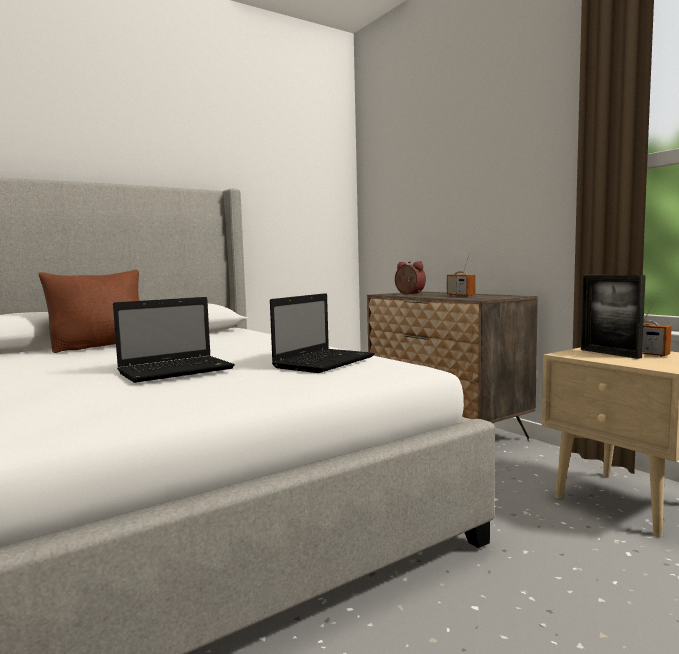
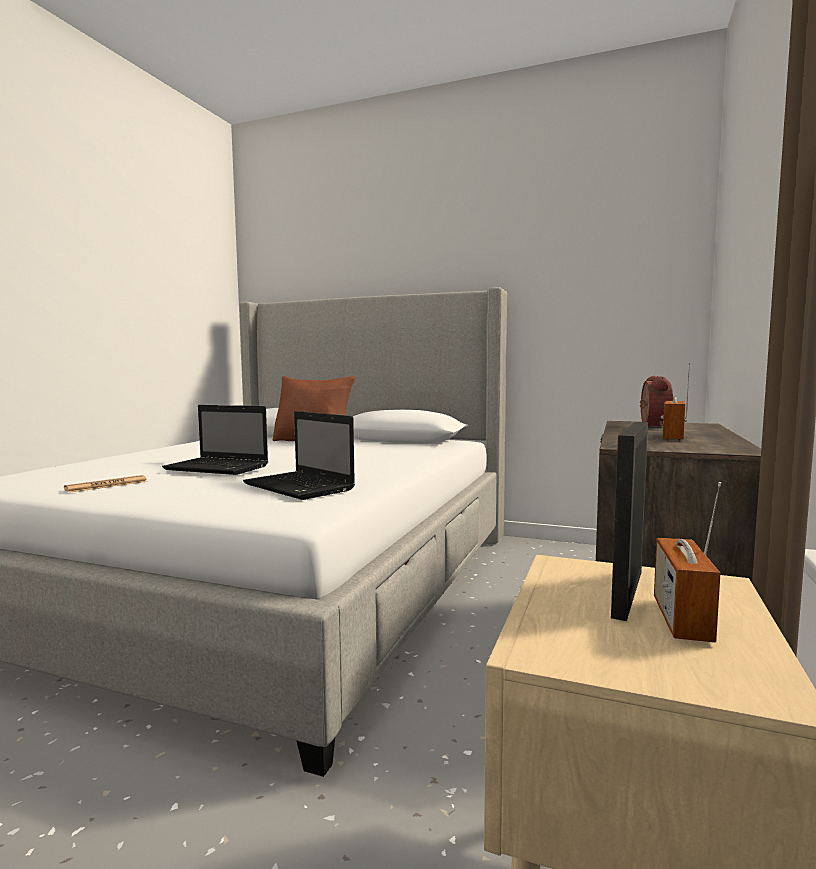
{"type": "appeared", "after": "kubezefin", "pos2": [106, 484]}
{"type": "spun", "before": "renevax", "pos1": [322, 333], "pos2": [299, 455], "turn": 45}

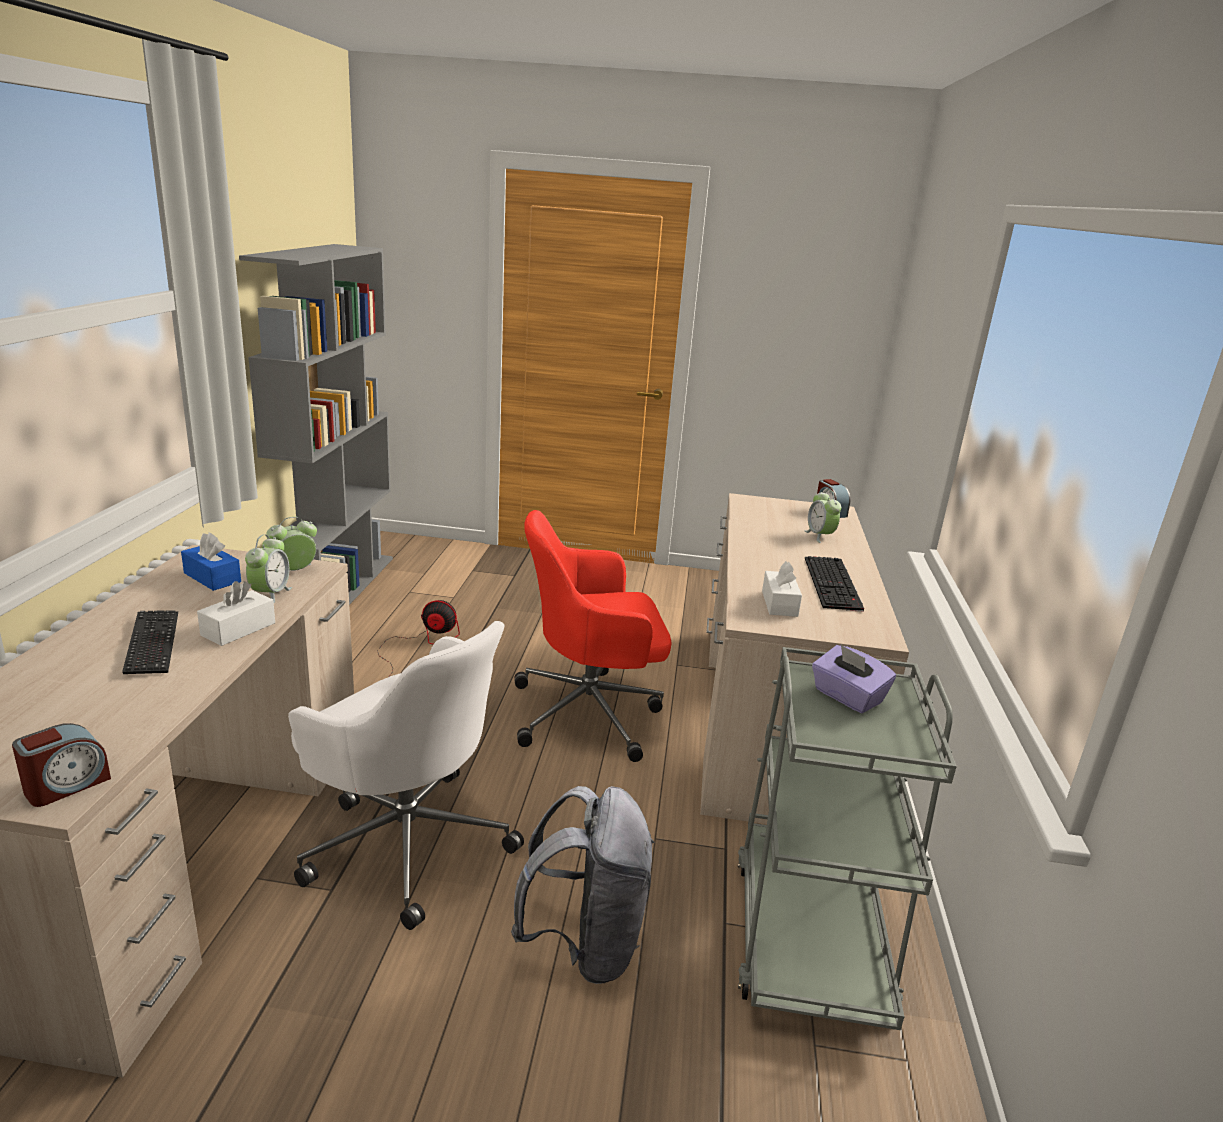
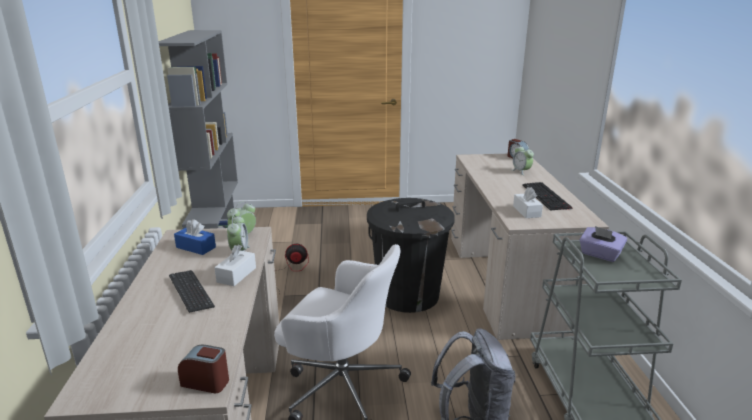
{"type": "spun", "before": "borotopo", "pos1": [61, 765], "pos2": [203, 368], "turn": -105}
{"type": "exchanged", "before": "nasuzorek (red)", "after": "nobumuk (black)", "pos1": [593, 636], "pos2": [411, 255]}

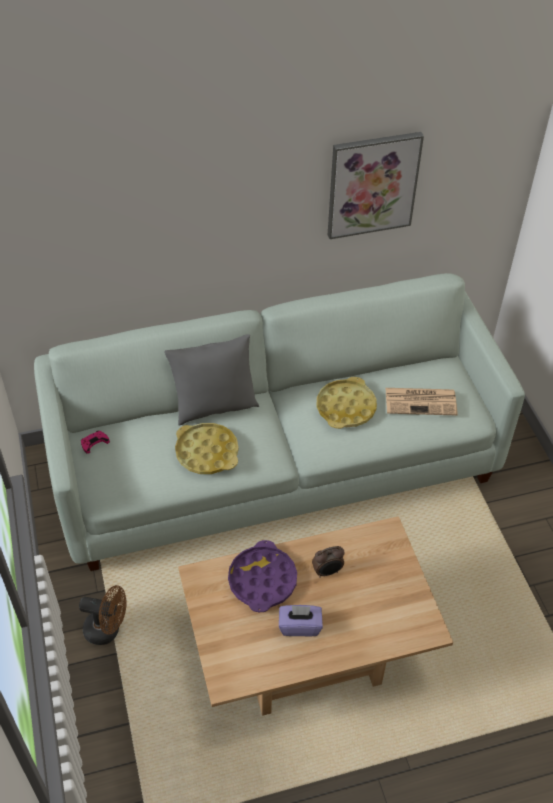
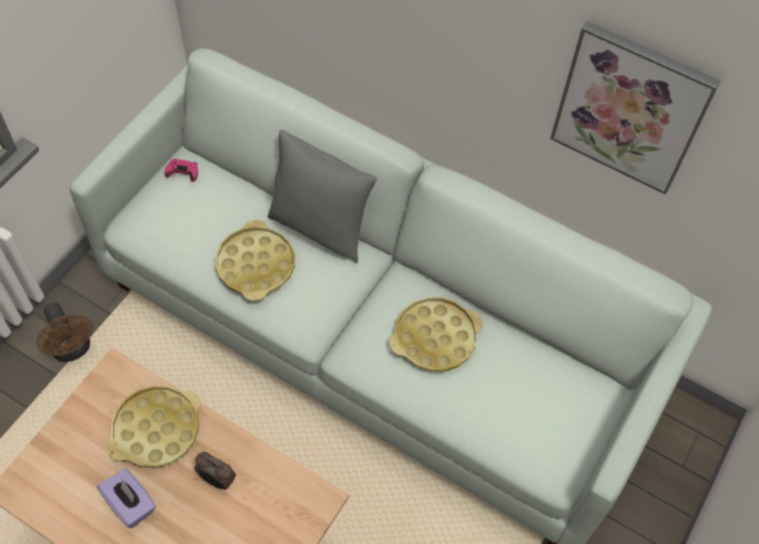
{"type": "colour", "before": "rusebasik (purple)", "after": "rusebasik (yellow)", "pos1": [262, 576], "pos2": [154, 426]}
{"type": "missing", "before": "kubezefin", "pos1": [421, 401]}

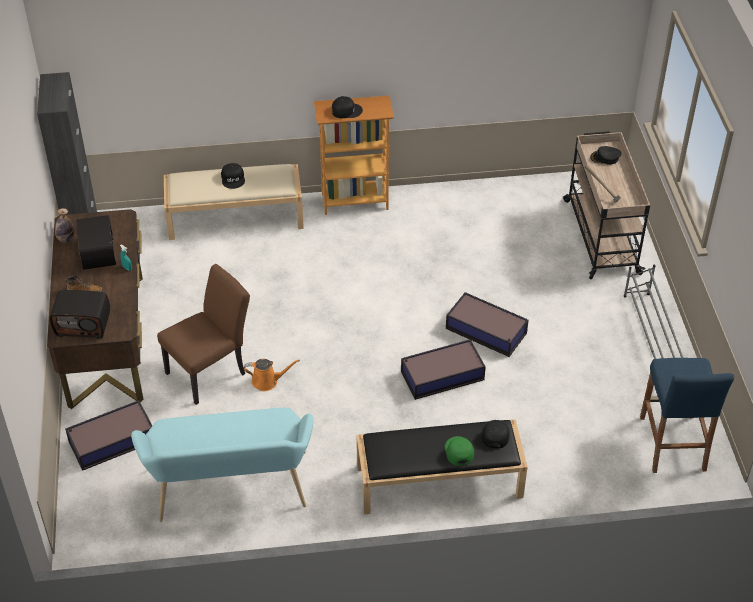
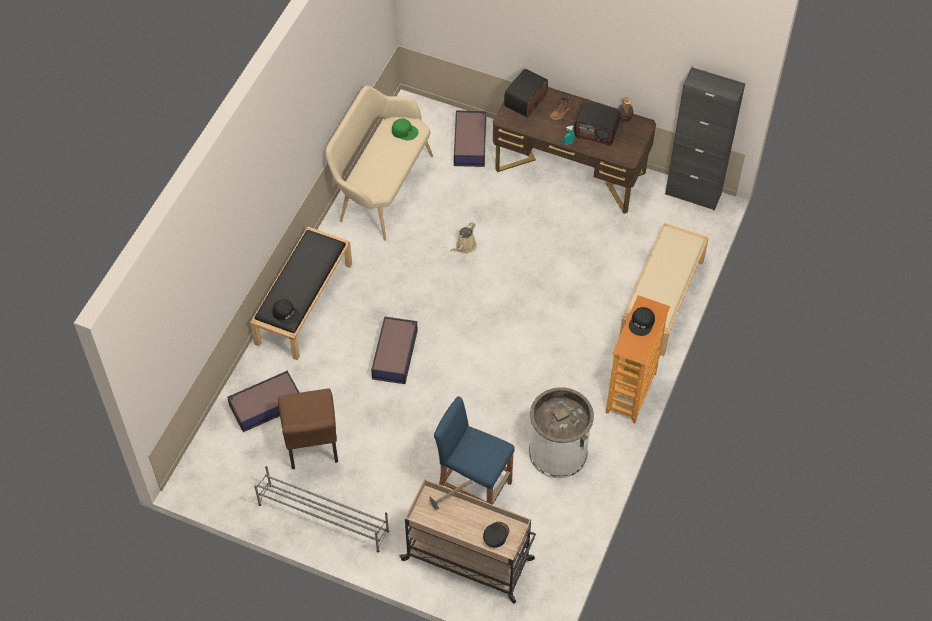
{"type": "relocated", "before": "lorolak", "pos1": [487, 324], "pos2": [263, 401]}
{"type": "relocated", "before": "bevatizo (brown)", "pos1": [203, 334], "pos2": [308, 428]}
{"type": "colour", "before": "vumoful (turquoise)", "after": "vumoful (beige)", "pos1": [222, 465], "pos2": [379, 163]}
{"type": "relocated", "before": "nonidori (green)", "pos1": [459, 450], "pos2": [405, 129]}
{"type": "relocated", "before": "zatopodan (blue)", "pos1": [687, 415], "pos2": [474, 450]}
{"type": "colour", "before": "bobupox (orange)", "after": "bobupox (beige)", "pos1": [272, 375], "pos2": [463, 238]}
{"type": "appeared", "after": "nobumuk (white)", "pos2": [561, 432]}
{"type": "missing", "before": "nonidori (black)", "pos1": [233, 176]}

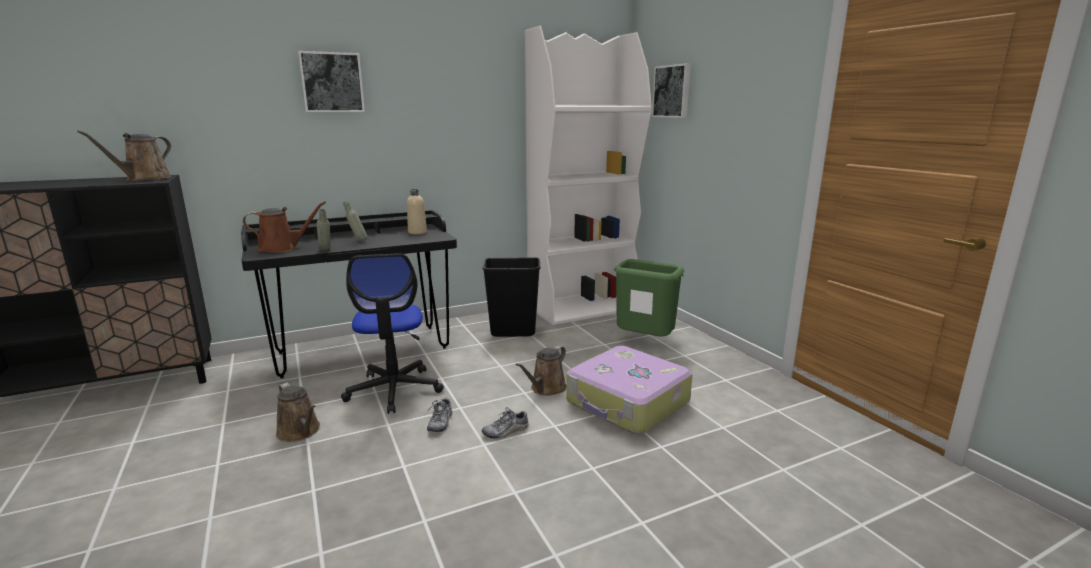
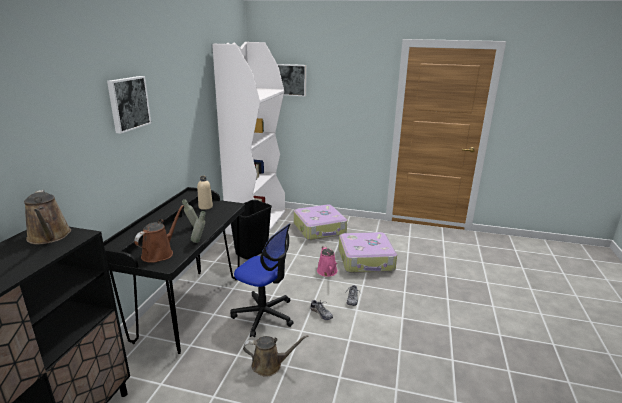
{"type": "exchanged", "before": "nobumuk (green)", "after": "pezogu", "pos1": [649, 297], "pos2": [320, 222]}
{"type": "colour", "before": "bobupox (brown)", "after": "bobupox (pink)", "pos1": [541, 371], "pos2": [327, 261]}

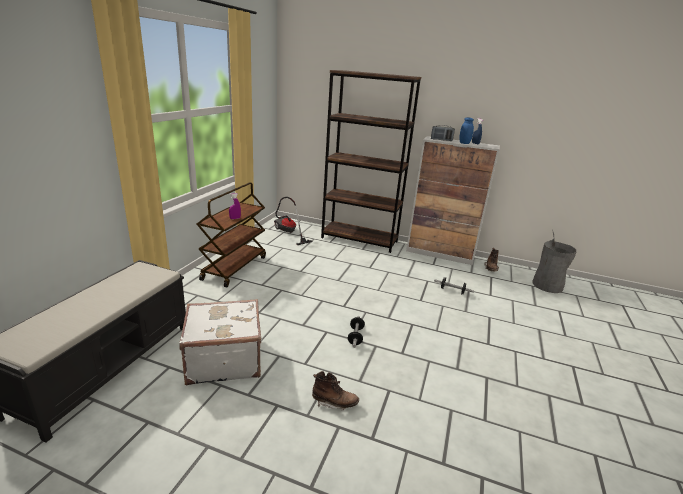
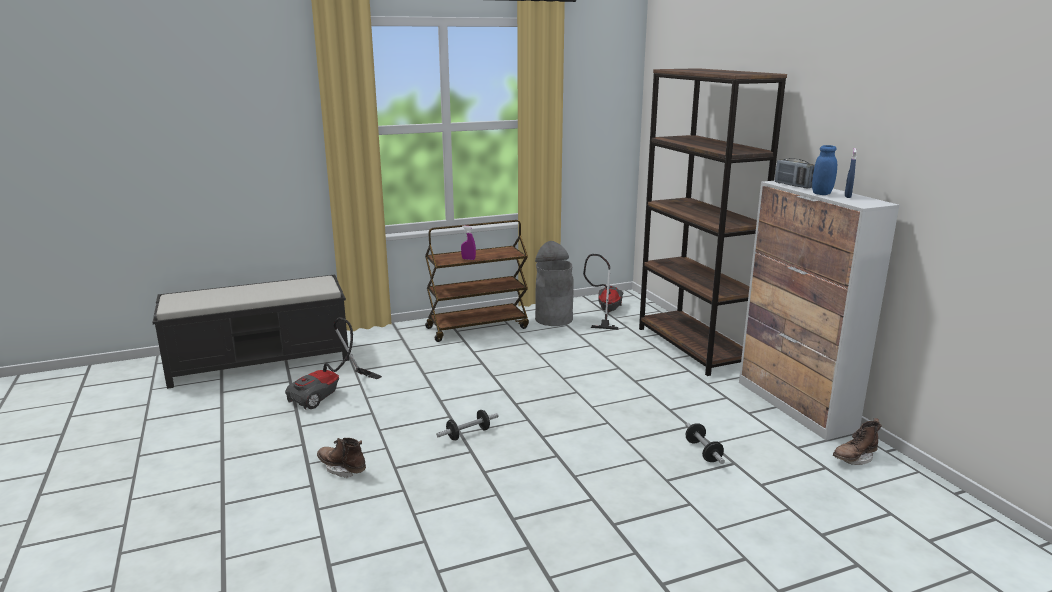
{"type": "exchanged", "before": "pezogu (white)", "after": "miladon", "pos1": [220, 342], "pos2": [333, 363]}
{"type": "spun", "before": "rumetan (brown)", "pos1": [335, 390], "pos2": [341, 458], "turn": 150}
{"type": "relocated", "before": "nobumuk (grey)", "pos1": [554, 261], "pos2": [554, 283]}

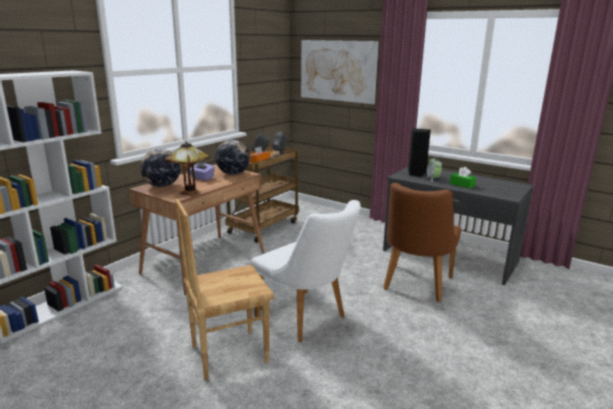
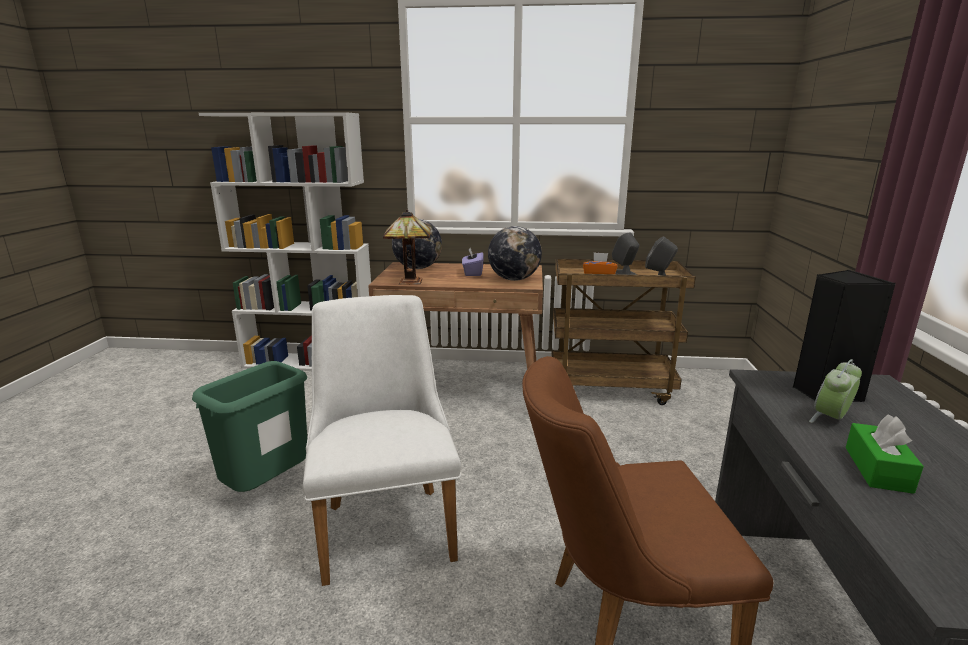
{"type": "exchanged", "before": "bevatizo (brown)", "after": "nobumuk (green)", "pos1": [225, 289], "pos2": [249, 426]}
{"type": "spun", "before": "bevatizo (white)", "pos1": [305, 271], "pos2": [382, 440], "turn": 150}
{"type": "missing", "before": "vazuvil", "pos1": [340, 72]}

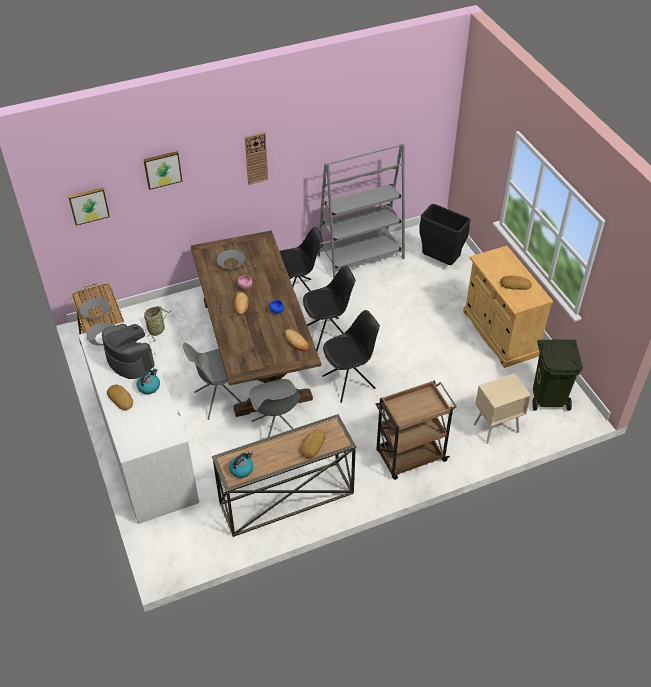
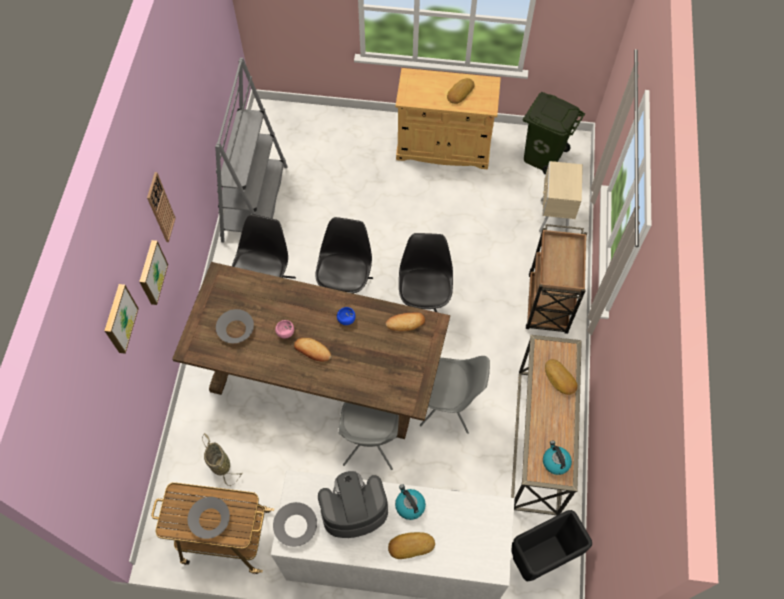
{"type": "relocated", "before": "vazuvil", "pos1": [89, 206], "pos2": [153, 272]}
{"type": "relocated", "before": "nobumuk (black)", "pos1": [444, 234], "pos2": [551, 545]}

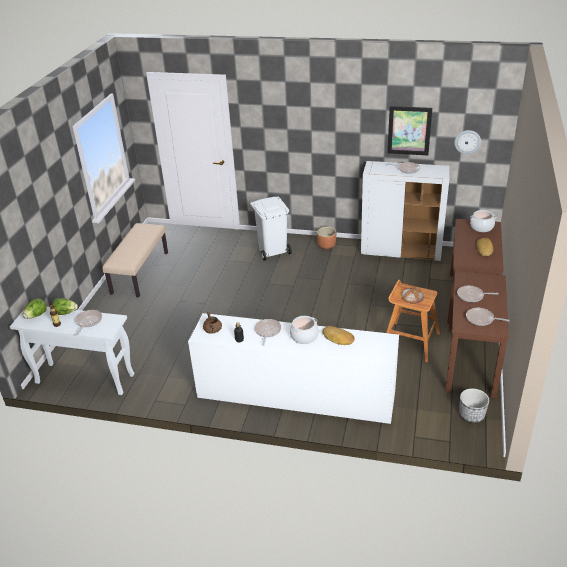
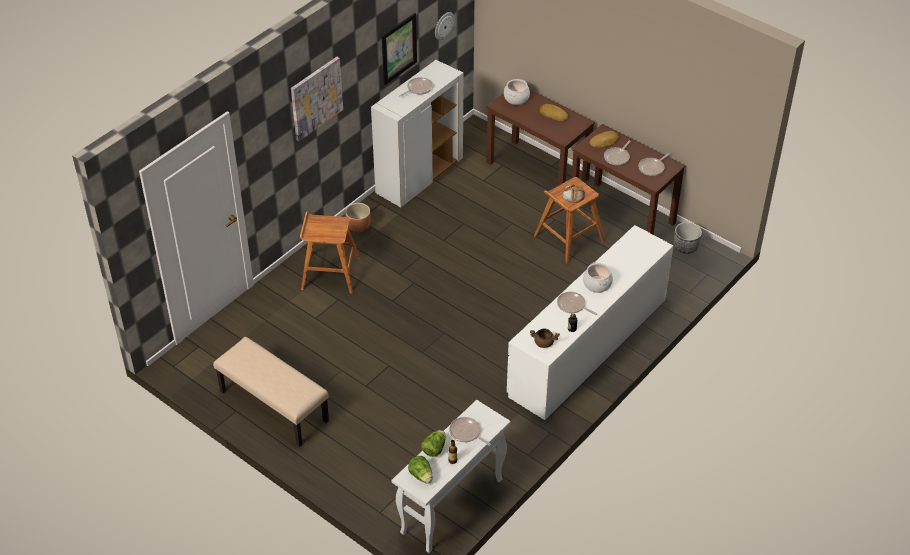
{"type": "appeared", "after": "vazuvil", "pos2": [317, 99]}
{"type": "exchanged", "before": "nobumuk (white)", "after": "zatopodan (brown)", "pos1": [271, 228], "pos2": [330, 252]}
{"type": "relocated", "before": "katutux", "pos1": [338, 335], "pos2": [604, 139]}

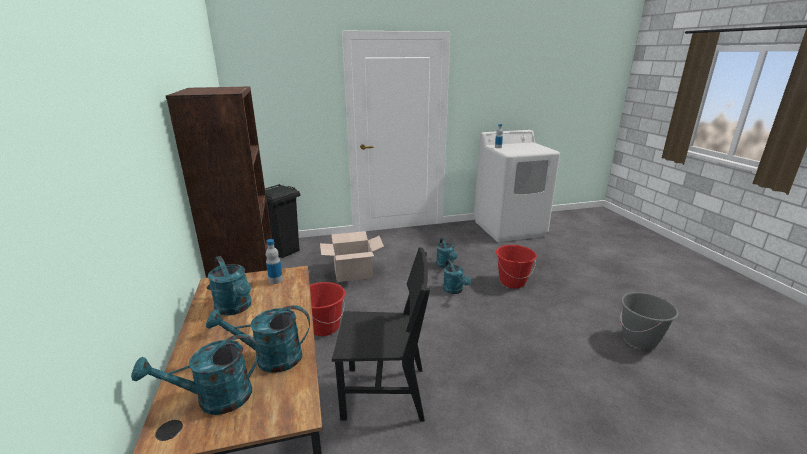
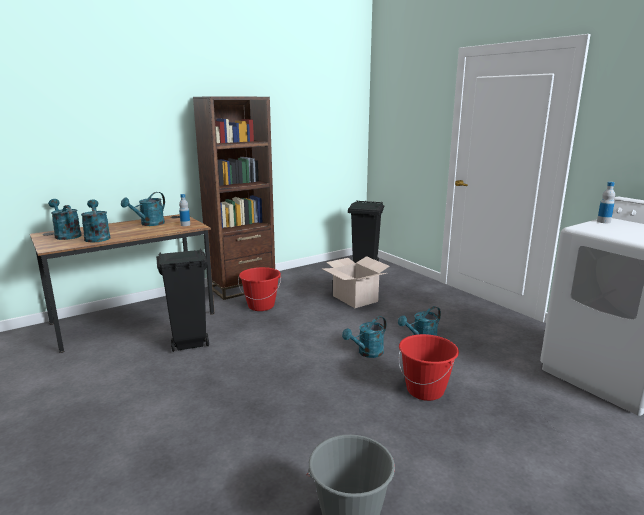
{"type": "exchanged", "before": "bevatizo (black)", "after": "nobumuk (black)", "pos1": [381, 334], "pos2": [182, 300]}

